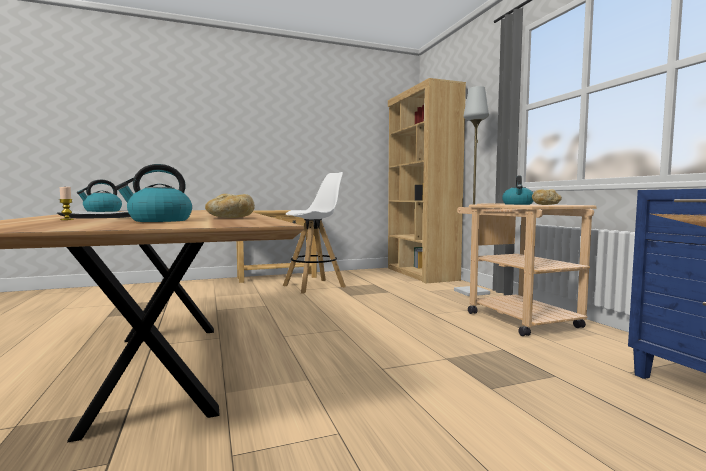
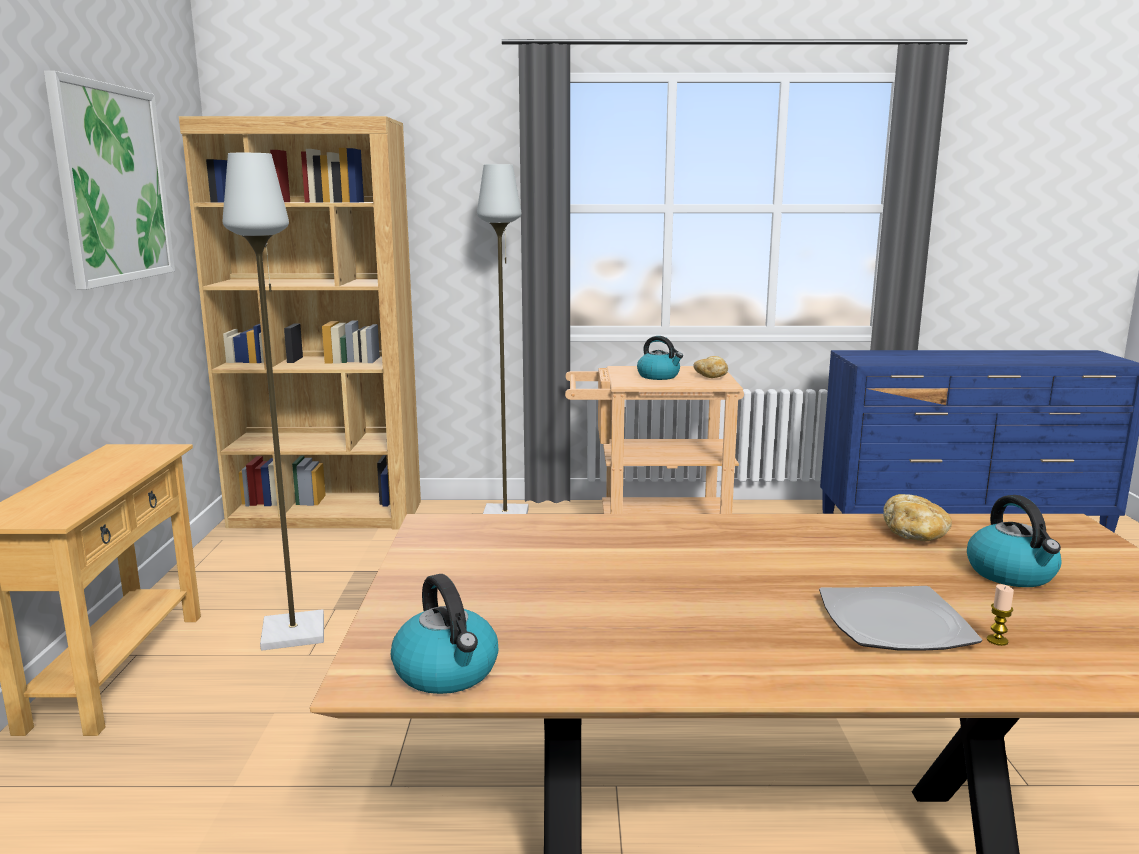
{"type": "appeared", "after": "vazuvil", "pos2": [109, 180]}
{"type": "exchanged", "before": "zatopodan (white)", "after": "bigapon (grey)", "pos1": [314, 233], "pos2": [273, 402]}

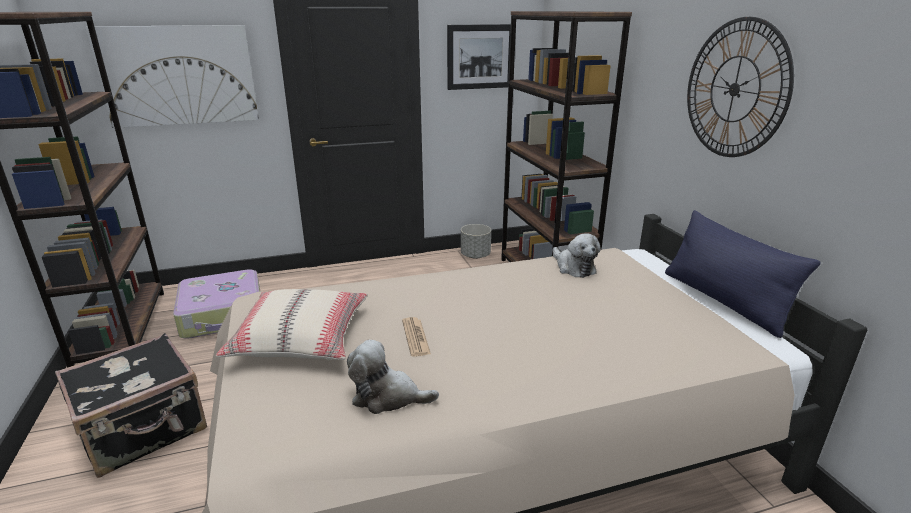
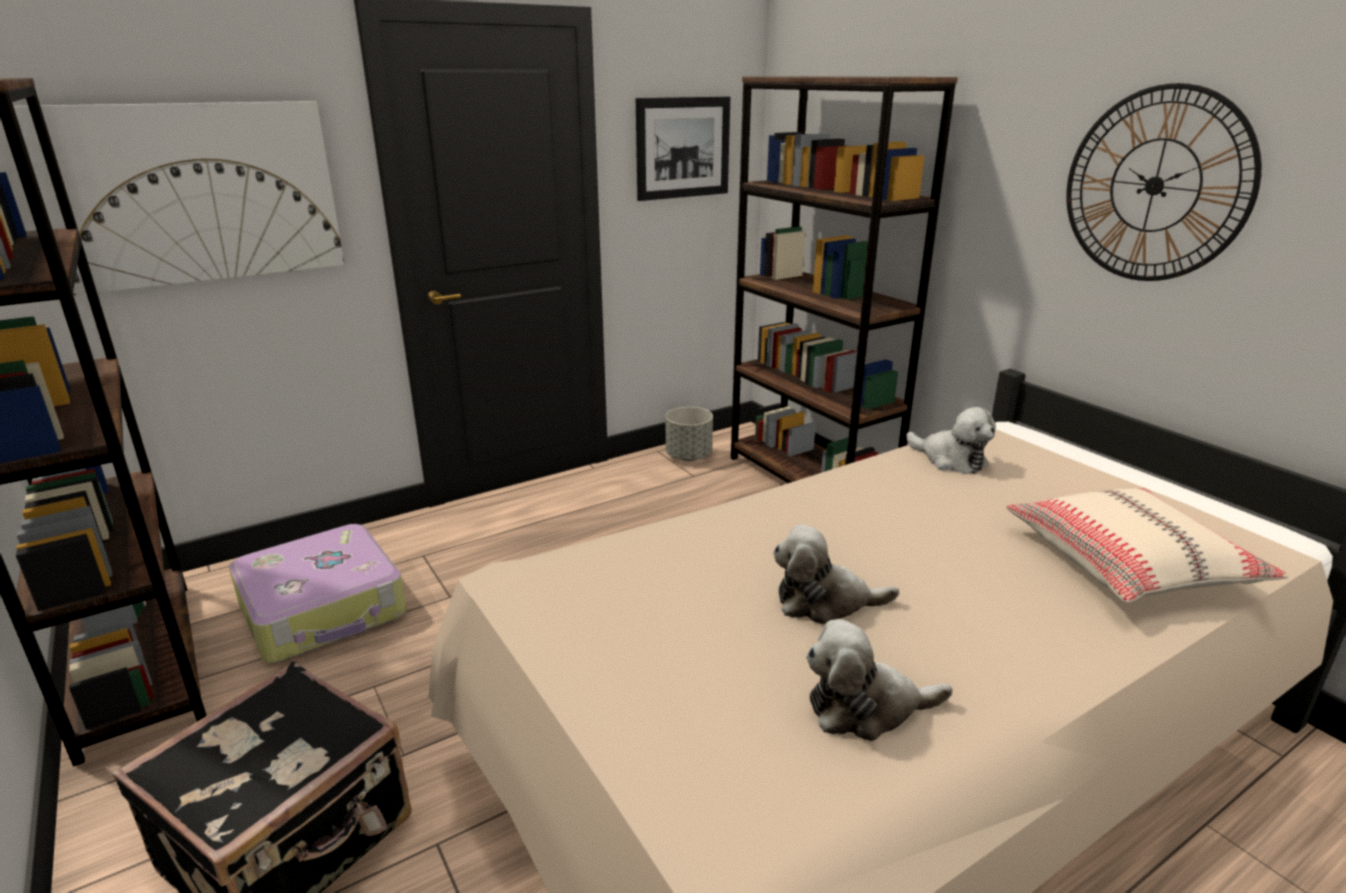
{"type": "exchanged", "before": "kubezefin", "after": "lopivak", "pos1": [416, 337], "pos2": [836, 574]}
{"type": "relocated", "before": "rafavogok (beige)", "pos1": [292, 325], "pos2": [1147, 545]}
{"type": "missing", "before": "rafavogok (blue)", "pos1": [743, 274]}

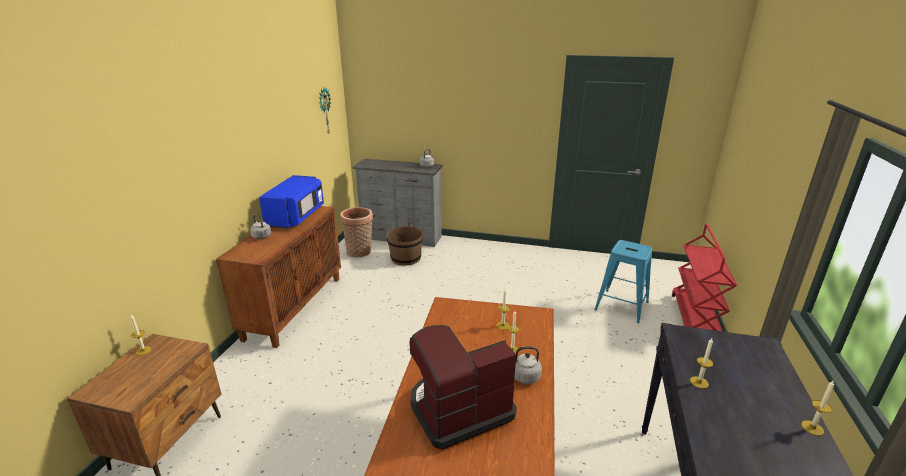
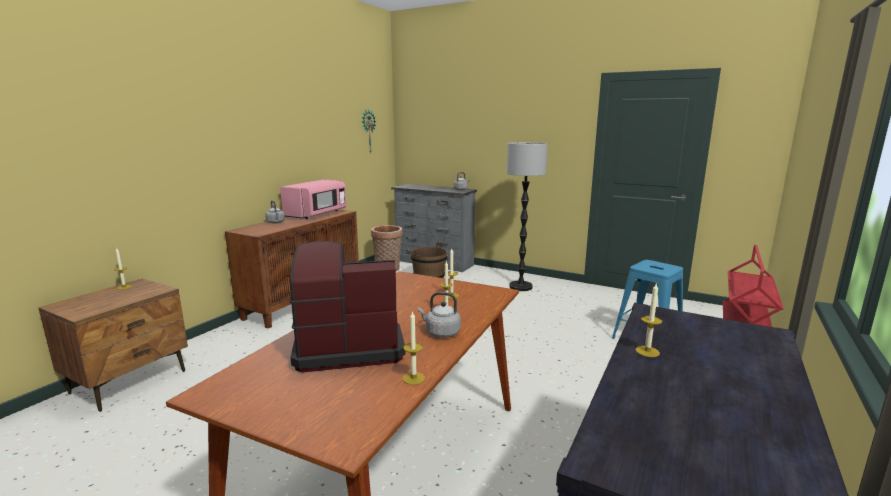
{"type": "colour", "before": "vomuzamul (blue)", "after": "vomuzamul (pink)", "pos1": [291, 201], "pos2": [313, 199]}
{"type": "relocated", "before": "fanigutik", "pos1": [817, 408], "pos2": [414, 348]}
{"type": "appeared", "after": "bigapon", "pos2": [527, 216]}

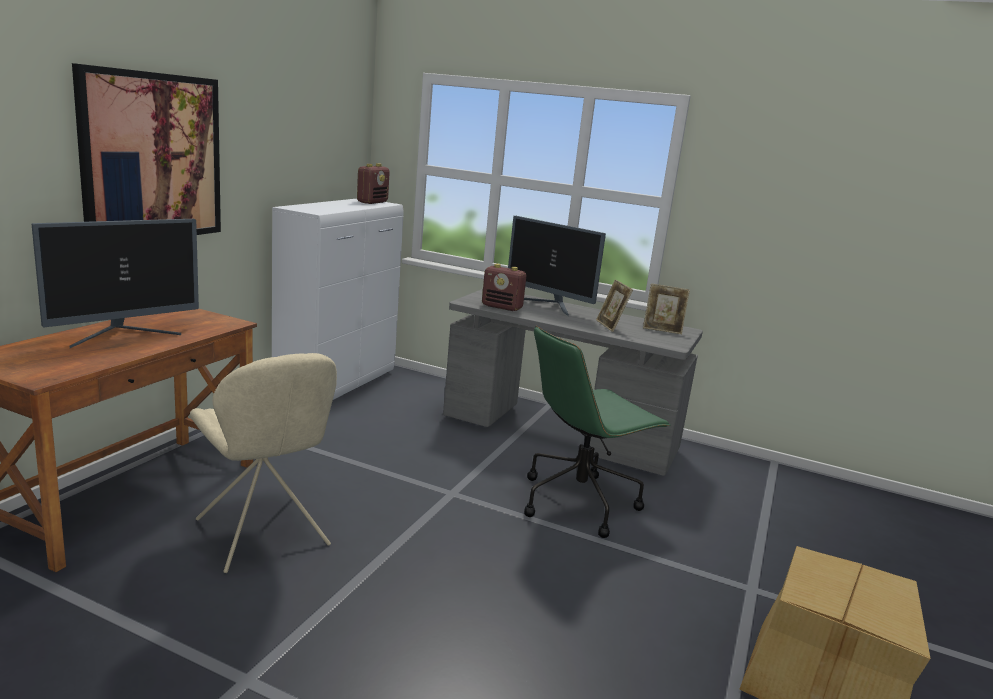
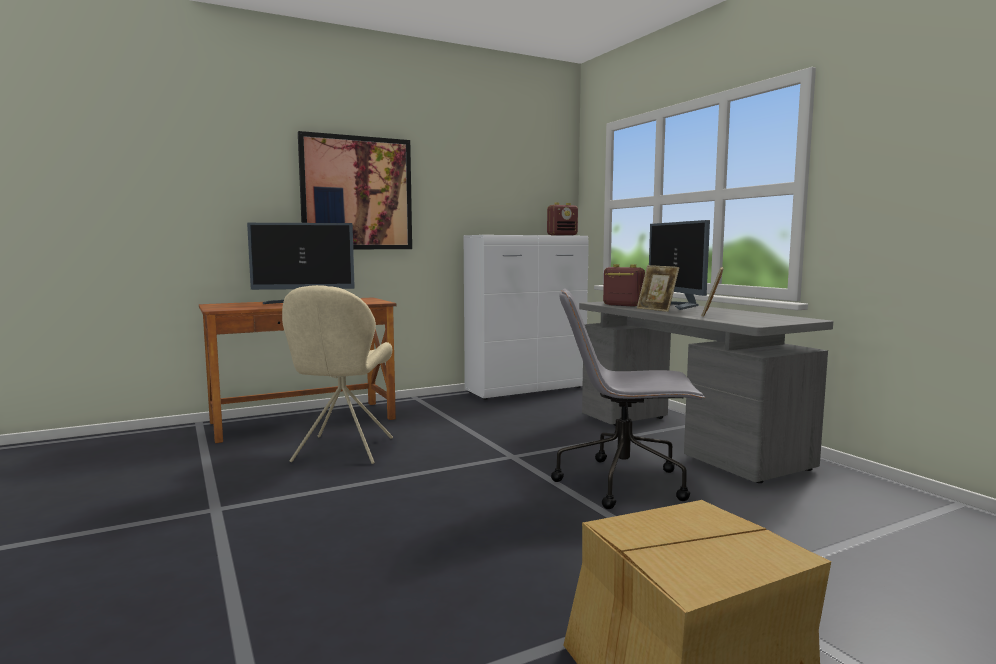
{"type": "colour", "before": "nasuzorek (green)", "after": "nasuzorek (grey)", "pos1": [597, 432], "pos2": [628, 399]}
{"type": "spun", "before": "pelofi", "pos1": [504, 287], "pos2": [624, 285], "turn": 150}
{"type": "relocated", "before": "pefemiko", "pos1": [666, 308], "pos2": [658, 288]}

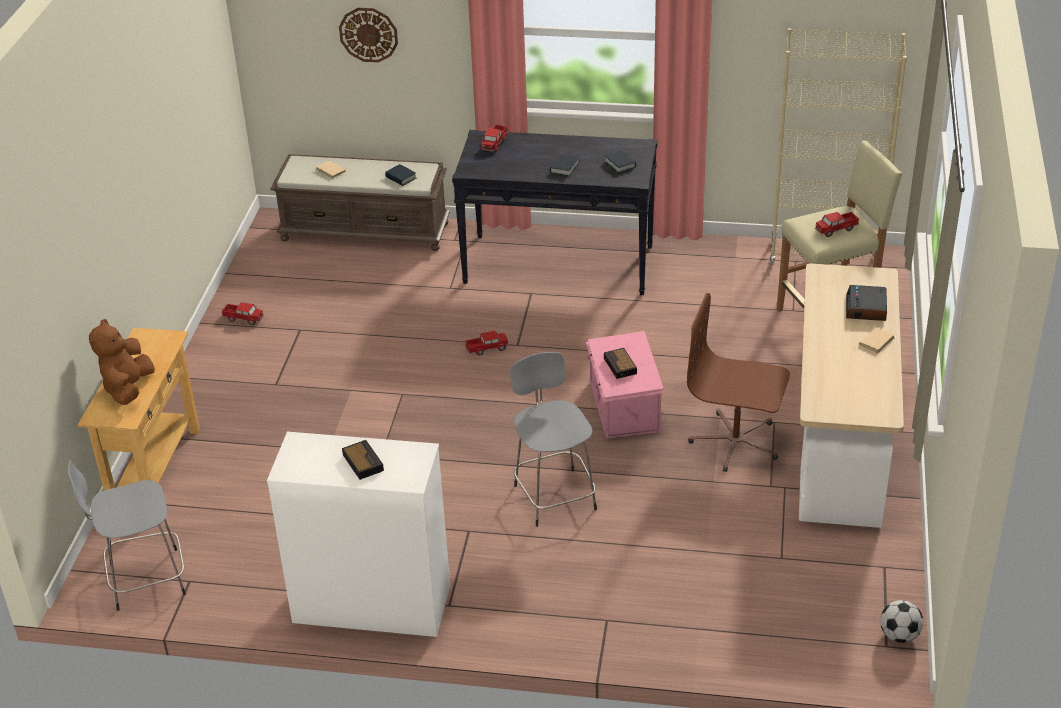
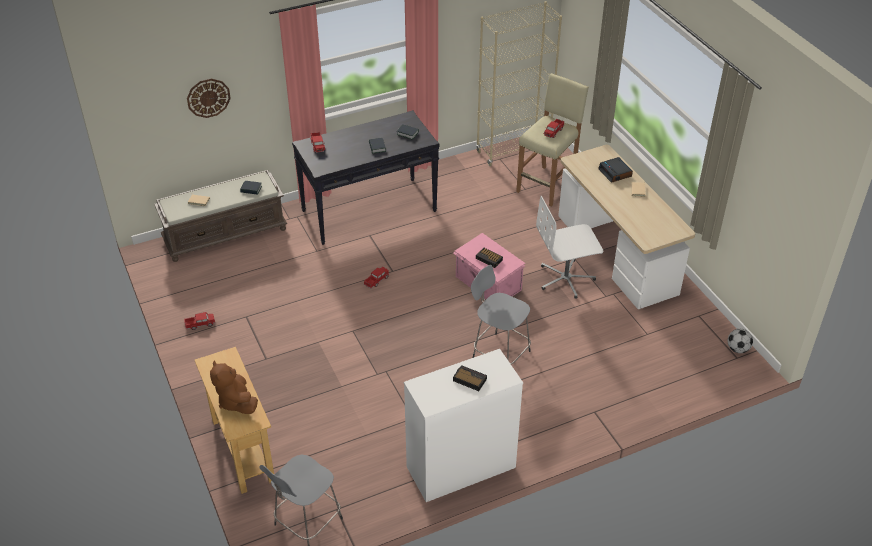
{"type": "colour", "before": "nasuzorek (brown)", "after": "nasuzorek (white)", "pos1": [738, 382], "pos2": [569, 247]}

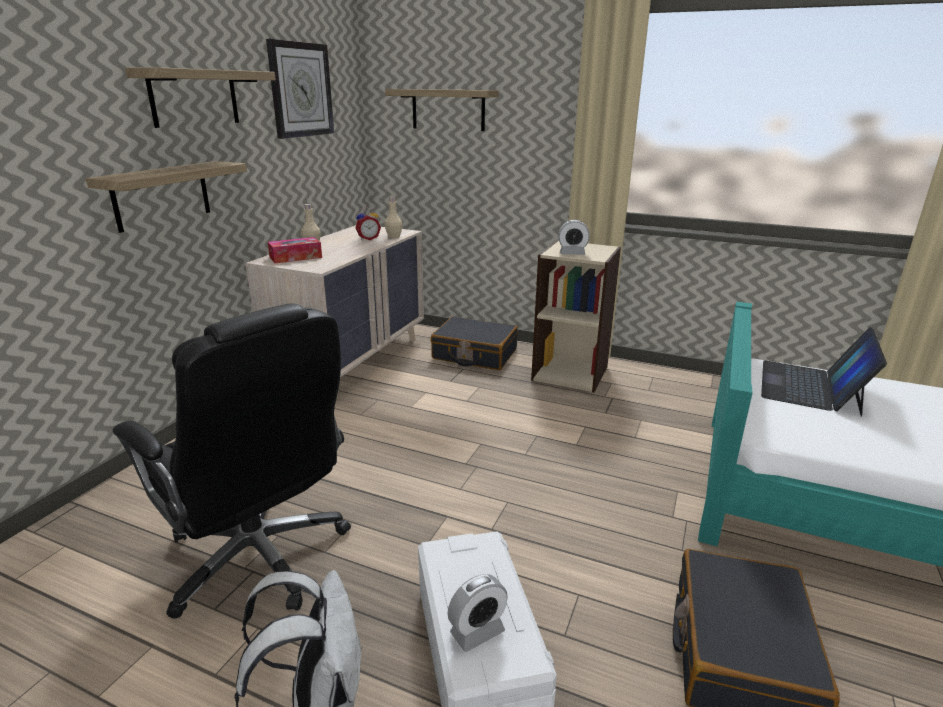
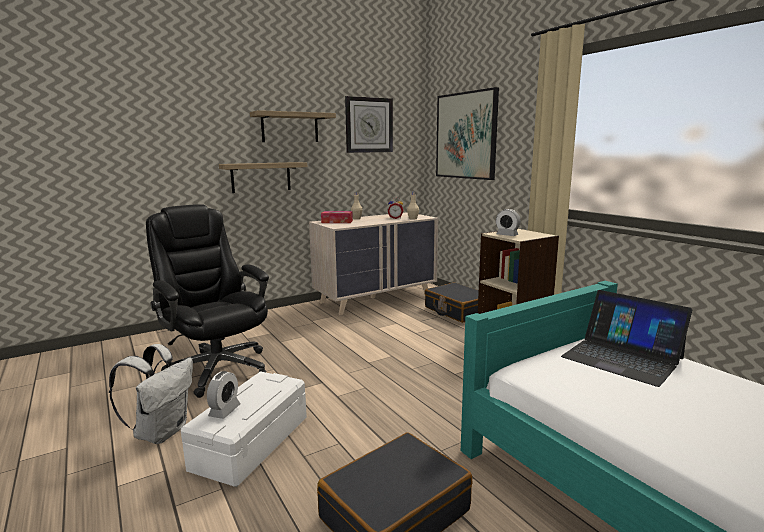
{"type": "spun", "before": "nasuzorek (black)", "pos1": [232, 460], "pos2": [207, 301], "turn": 150}
{"type": "spun", "before": "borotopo", "pos1": [477, 613], "pos2": [223, 395], "turn": -75}
{"type": "exchanged", "before": "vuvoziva", "after": "vazuvil", "pos1": [442, 110], "pos2": [467, 133]}
{"type": "spun", "before": "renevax", "pos1": [824, 372], "pos2": [626, 338], "turn": -105}

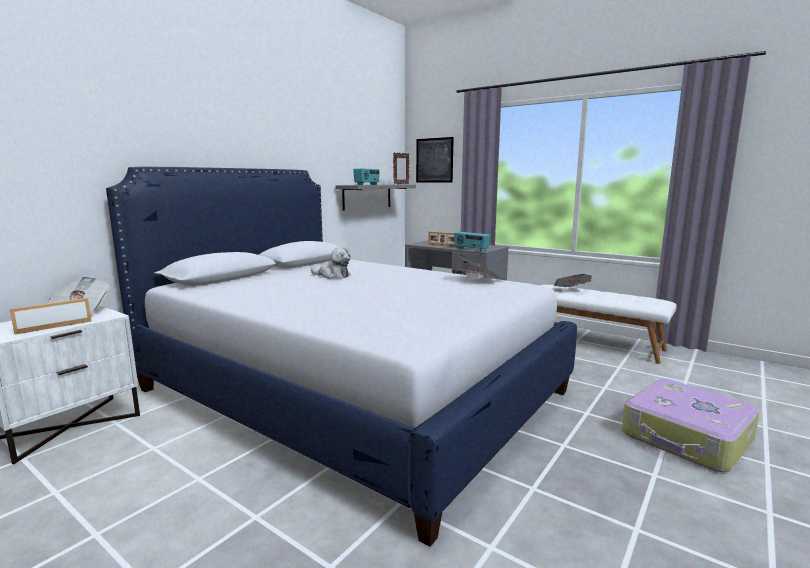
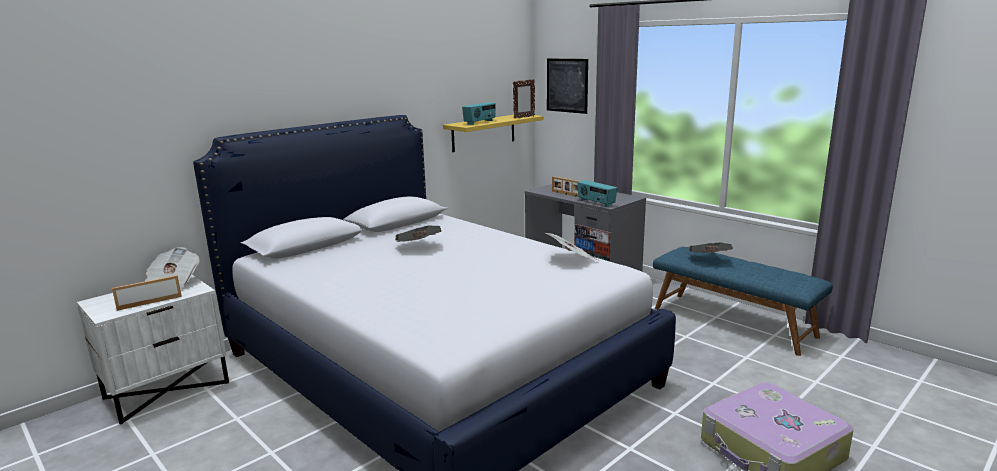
{"type": "exchanged", "before": "lopivak", "after": "kubezefin", "pos1": [331, 263], "pos2": [418, 233]}
{"type": "colour", "before": "vuvoziva (grey)", "after": "vuvoziva (yellow)", "pos1": [375, 197], "pos2": [493, 133]}
{"type": "colour", "before": "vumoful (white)", "after": "vumoful (blue)", "pos1": [608, 324], "pos2": [743, 301]}

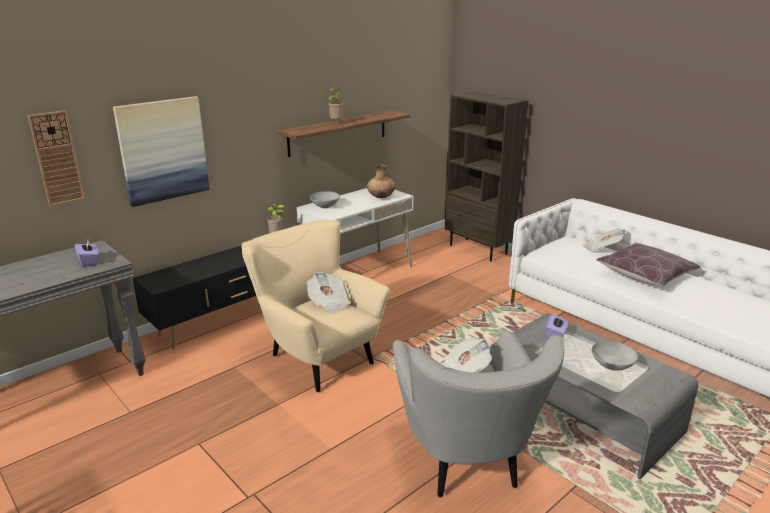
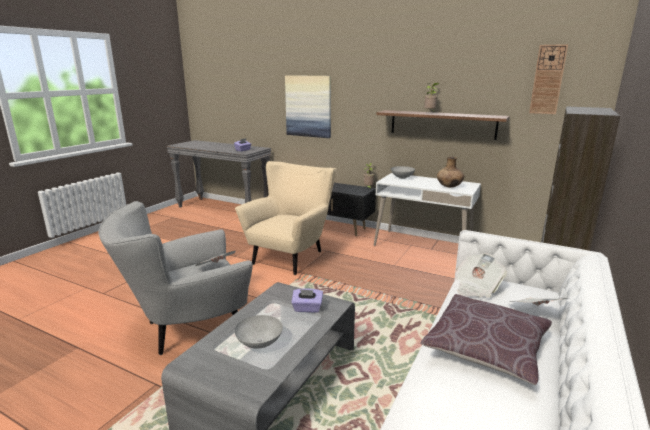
{"type": "relocated", "before": "kubezefin", "pos1": [329, 293], "pos2": [481, 275]}
{"type": "relocated", "before": "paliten", "pos1": [56, 158], "pos2": [548, 79]}

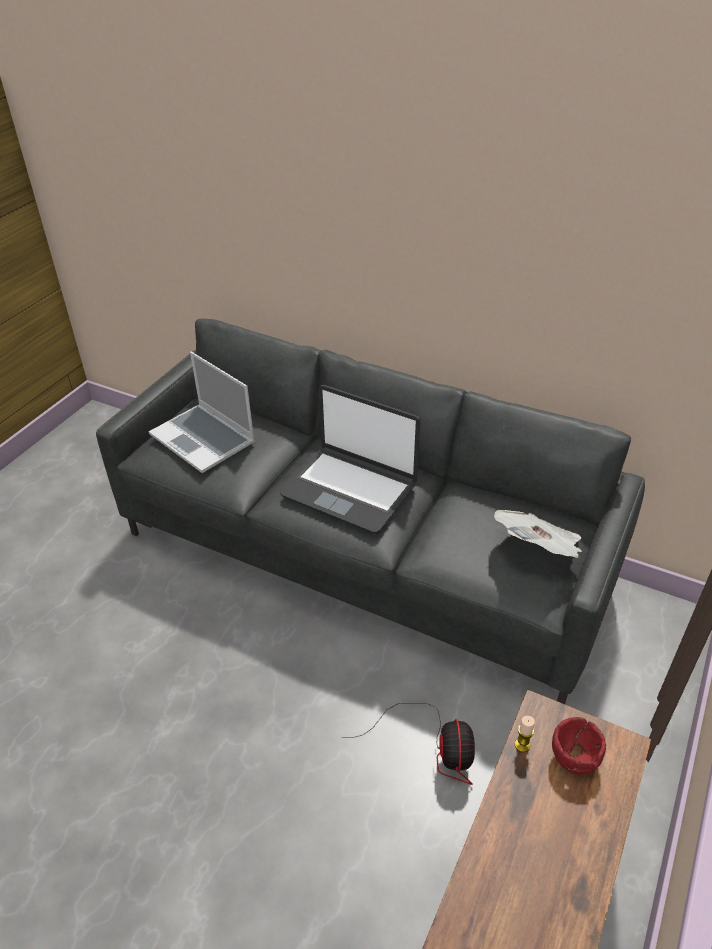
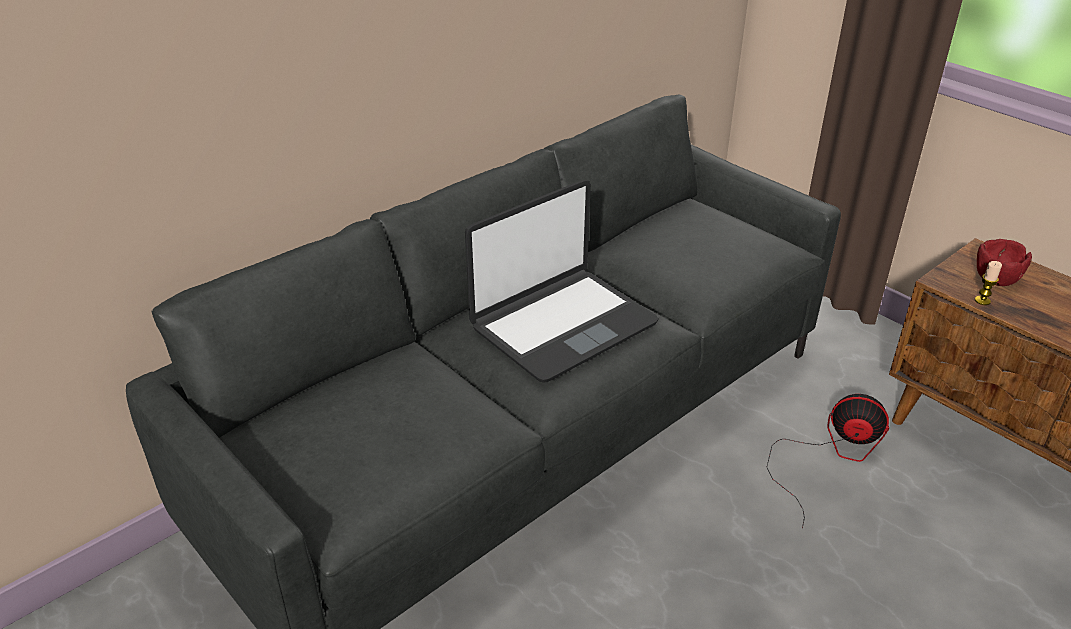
{"type": "missing", "before": "renevax", "pos1": [202, 412]}
{"type": "missing", "before": "kubezefin", "pos1": [538, 534]}

